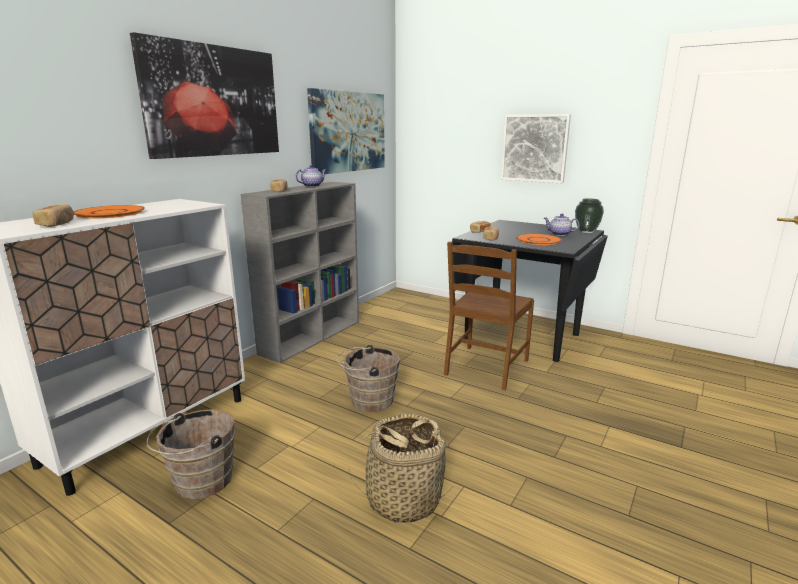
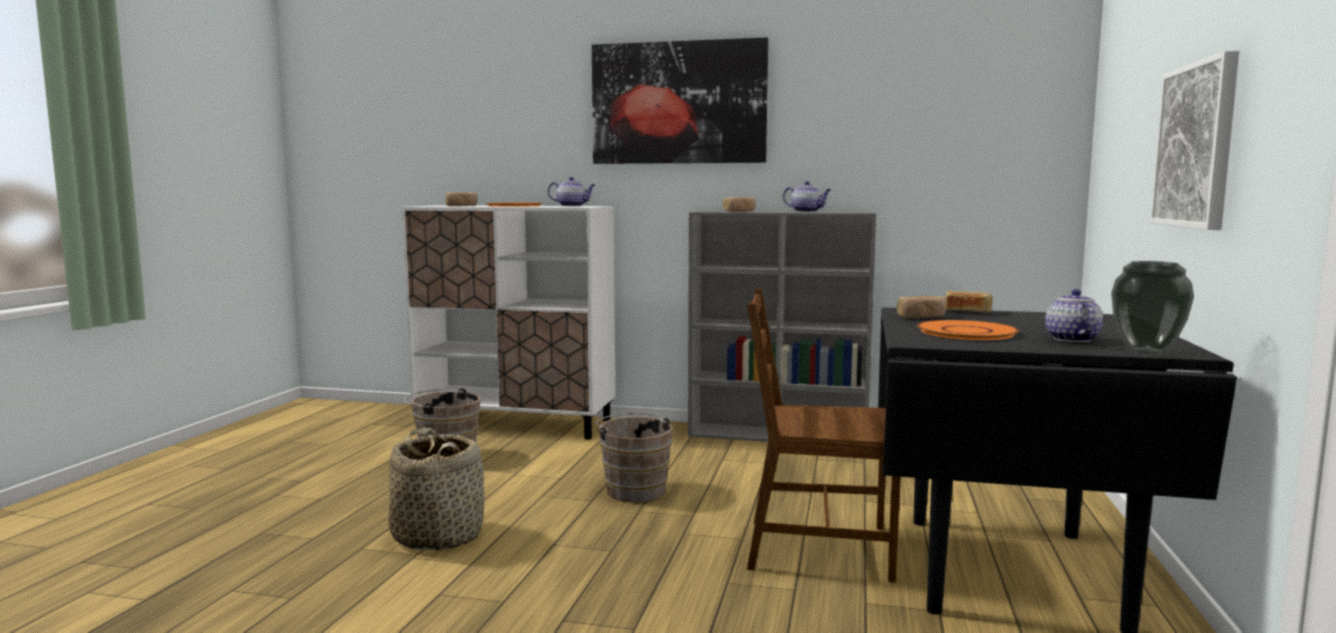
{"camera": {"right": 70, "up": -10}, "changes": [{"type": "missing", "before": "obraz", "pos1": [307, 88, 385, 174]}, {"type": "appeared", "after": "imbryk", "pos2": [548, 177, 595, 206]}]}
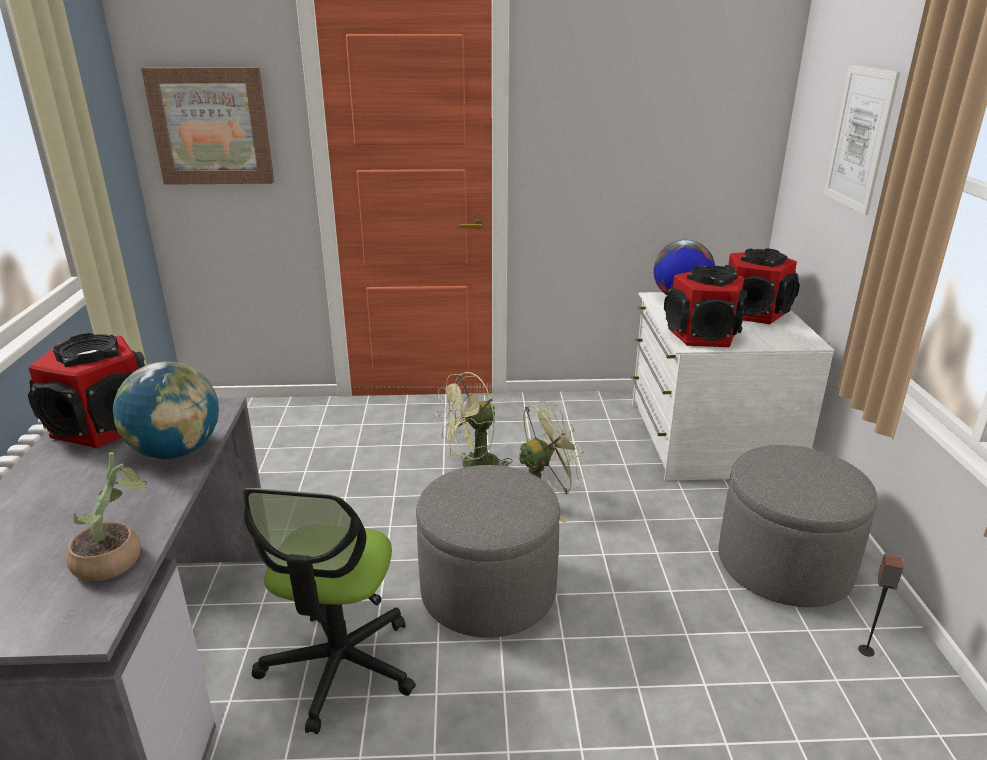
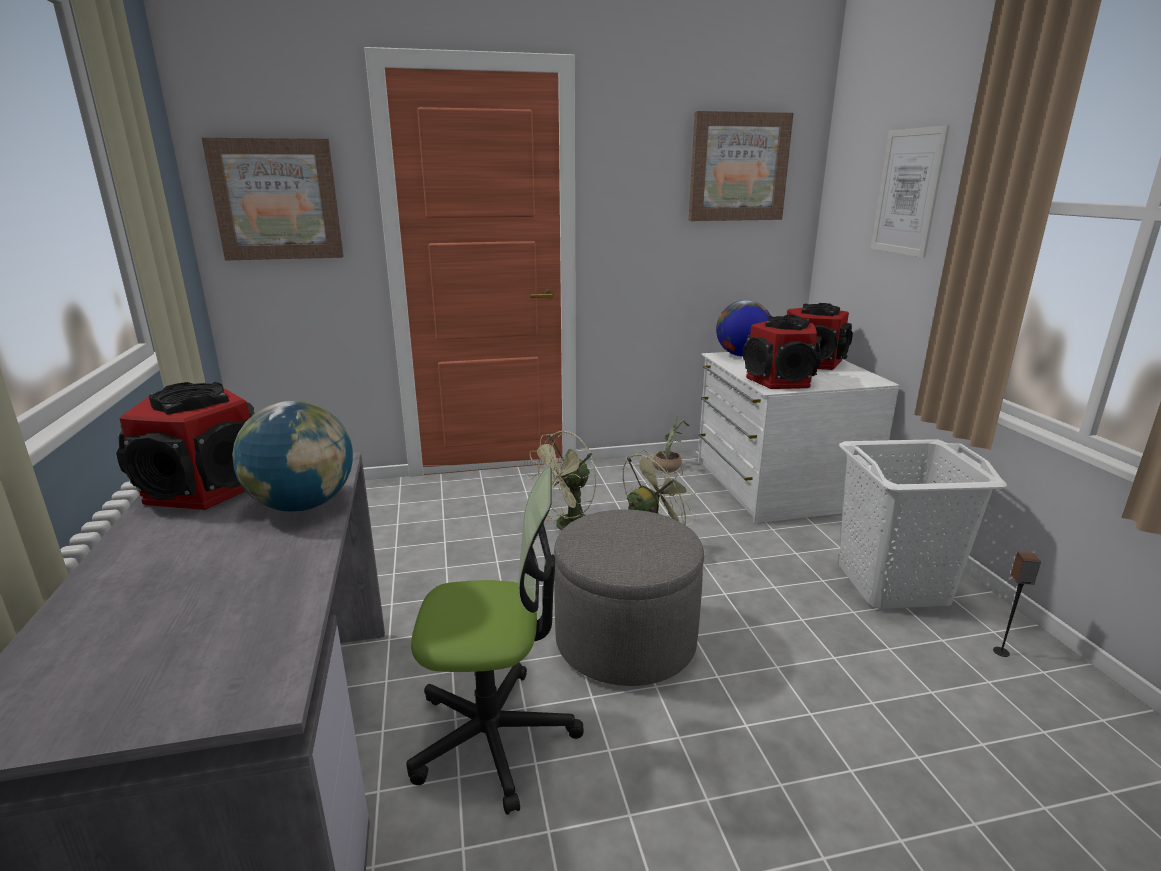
{"camera": {"right": -10, "up": -5}, "changes": [{"type": "exchanged", "before": "pufa/szary", "after": "kosz na pranie/biały", "pos1": [718, 445, 878, 607], "pos2": [839, 439, 1007, 609]}, {"type": "relocated", "before": "roślina doniczkowa", "pos1": [66, 452, 147, 581], "pos2": [653, 416, 689, 472]}, {"type": "spun", "before": "krzesło biurowe", "pos1": [242, 488, 416, 734], "pos2": [406, 468, 584, 815], "turn": -90}, {"type": "appeared", "after": "obraz", "pos2": [689, 111, 793, 221]}]}
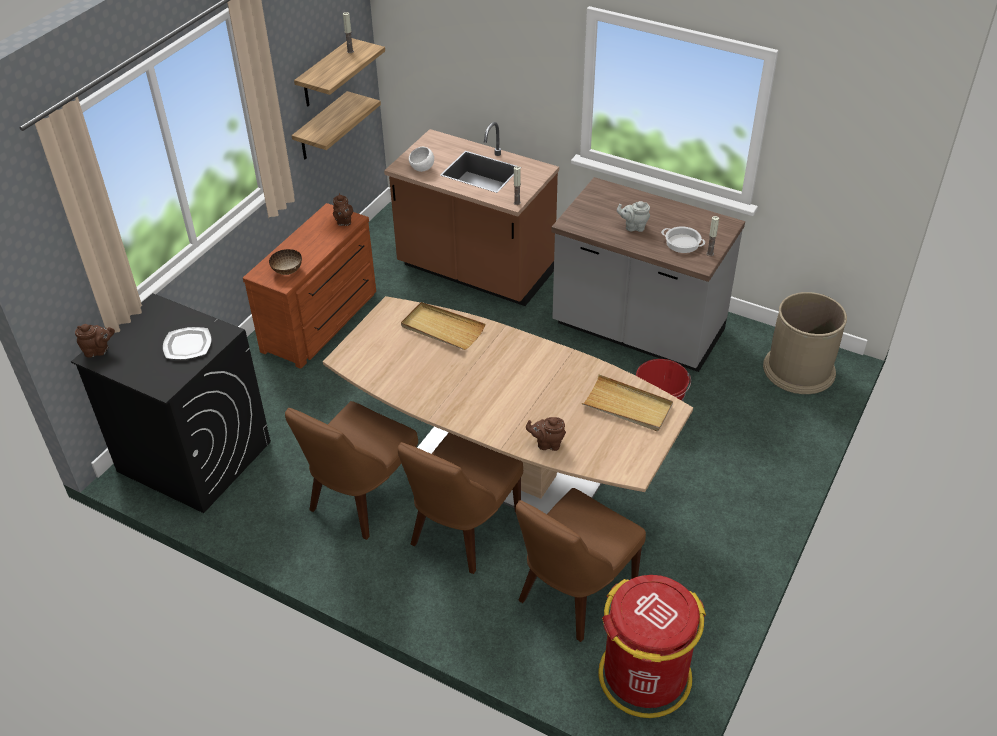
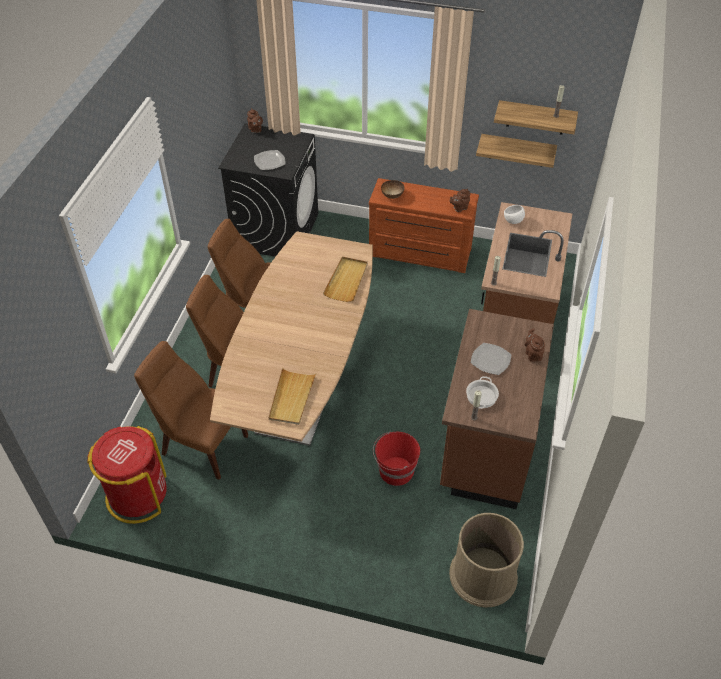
{"camera": {"right": 75, "up": 5}, "changes": [{"type": "colour", "before": "zabudowa kuchenna/szary", "after": "zabudowa kuchenna/brązowy", "pos1": [551, 177, 745, 372], "pos2": [440, 309, 554, 509]}, {"type": "exchanged", "before": "imbryk/szary", "after": "talerz", "pos1": [617, 201, 650, 232], "pos2": [471, 343, 512, 375]}, {"type": "relocated", "before": "imbryk/brązowy", "pos1": [526, 417, 566, 451], "pos2": [525, 328, 545, 362]}]}
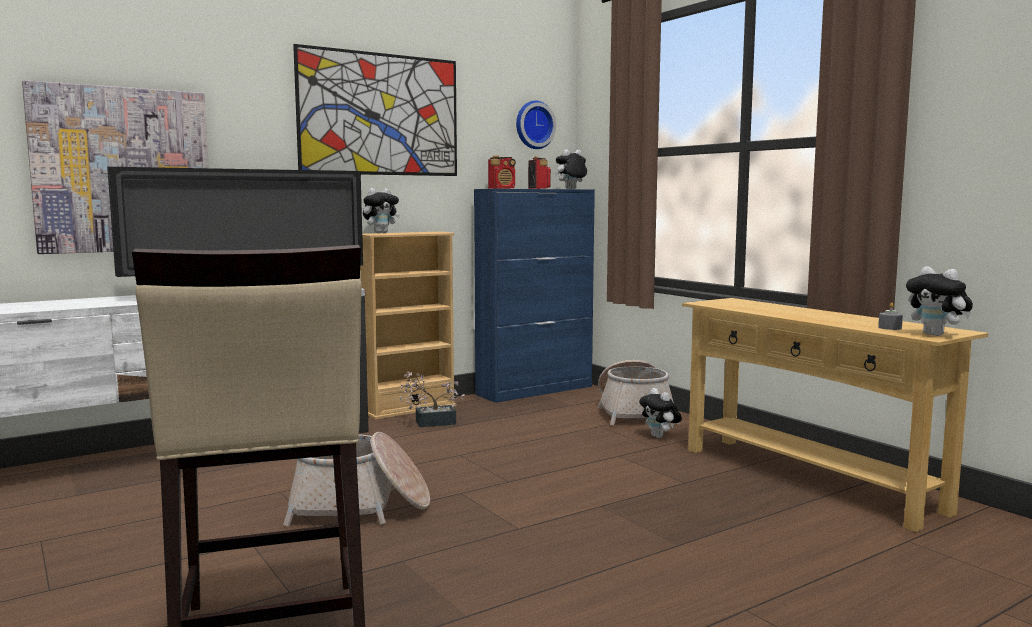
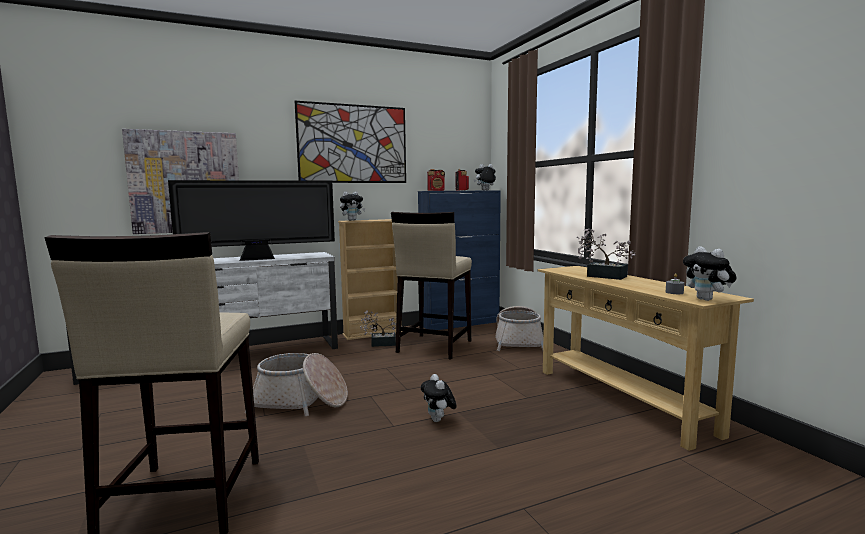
{"camera": {"right": 10, "up": 0}, "changes": [{"type": "missing", "before": "zegar ścienny", "pos1": [516, 101, 556, 149]}, {"type": "relocated", "before": "pluszak", "pos1": [639, 388, 682, 438], "pos2": [421, 374, 457, 422]}, {"type": "appeared", "after": "stołek/beżowy", "pos2": [391, 212, 472, 360]}, {"type": "appeared", "after": "roślina doniczkowa", "pos2": [577, 228, 636, 280]}]}
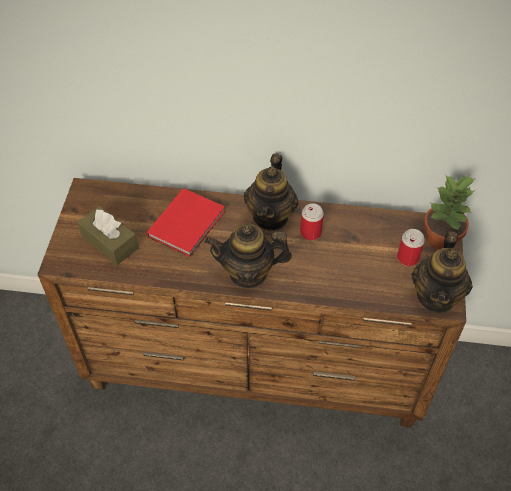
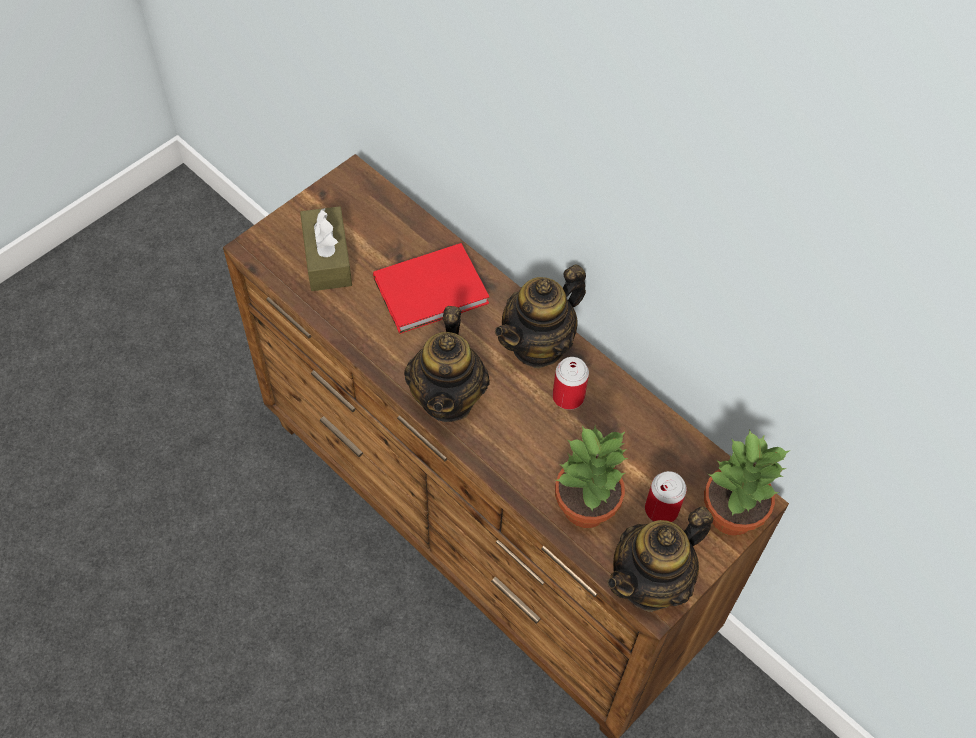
{"camera": {"right": 35, "up": 5}, "changes": [{"type": "spun", "before": "imbryk", "pos1": [205, 224, 292, 289], "pos2": [404, 306, 490, 422], "turn": -120}, {"type": "appeared", "after": "roślina doniczkowa", "pos2": [555, 425, 628, 528]}]}
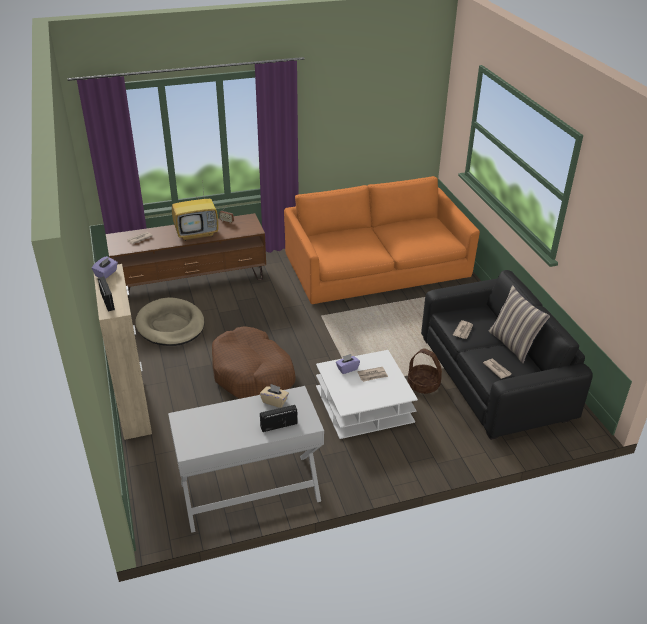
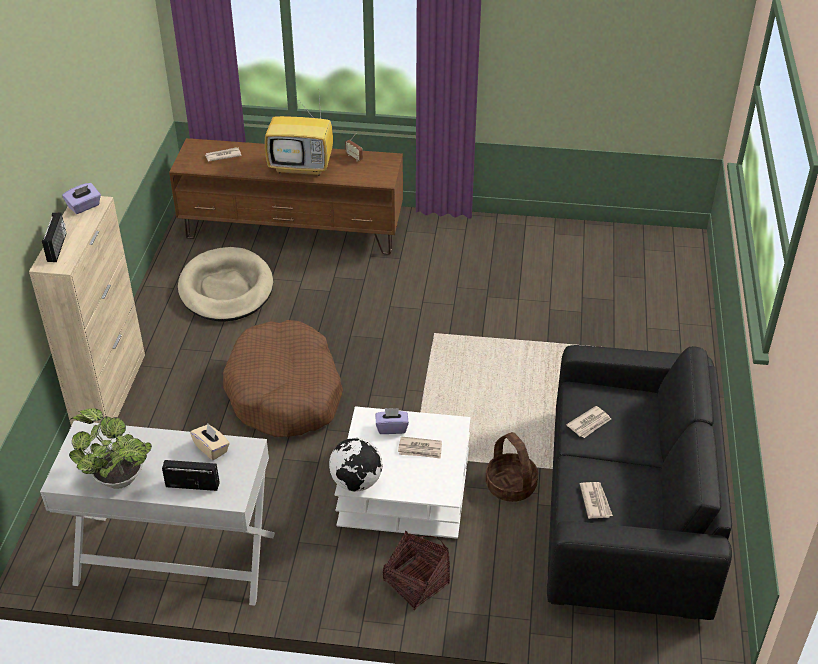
{"camera": {"right": 25, "up": 5}, "changes": [{"type": "missing", "before": "kanapa/pomarańczowy", "pos1": [284, 176, 480, 304]}, {"type": "missing", "before": "poduszka", "pos1": [489, 285, 550, 363]}, {"type": "appeared", "after": "roślina doniczkowa", "pos2": [69, 409, 152, 489]}, {"type": "appeared", "after": "globus", "pos2": [329, 438, 383, 492]}, {"type": "appeared", "after": "koszyk", "pos2": [383, 531, 450, 610]}]}
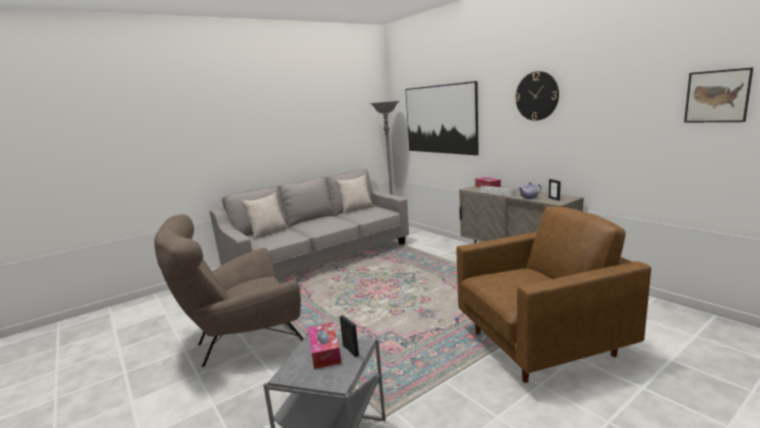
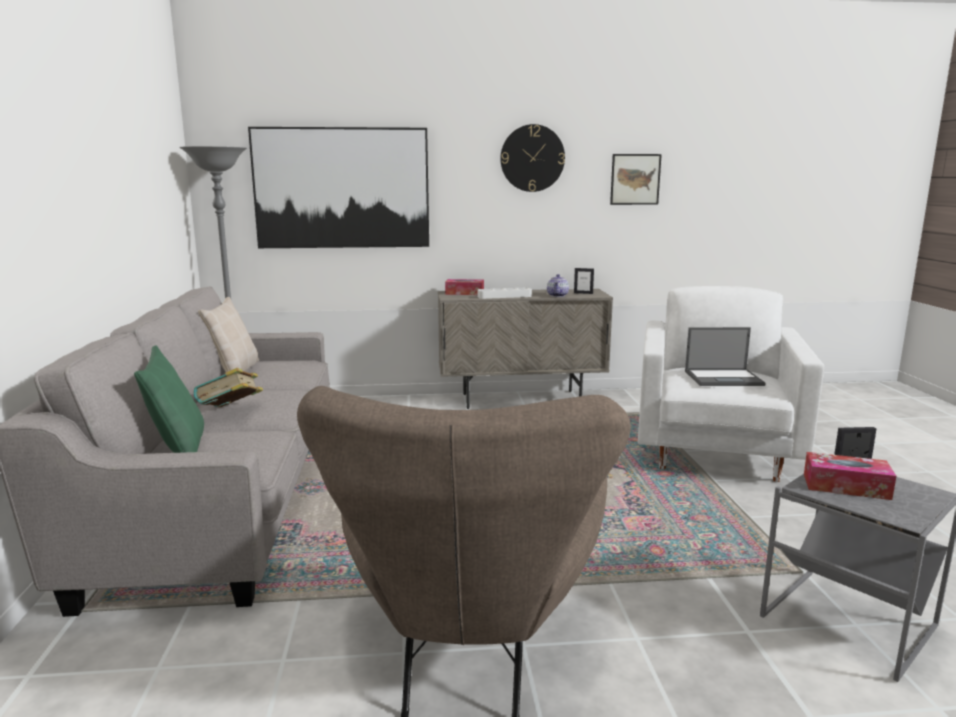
{"camera": {"right": -60, "up": 0}, "changes": [{"type": "relocated", "before": "obraz", "pos1": [684, 68, 753, 123], "pos2": [610, 154, 662, 205]}, {"type": "colour", "before": "poduszka/beżowy", "after": "poduszka/zielony", "pos1": [241, 192, 288, 239], "pos2": [134, 345, 204, 453]}, {"type": "colour", "before": "fotel/brązowy", "after": "fotel/biały", "pos1": [457, 206, 651, 383], "pos2": [638, 286, 824, 482]}, {"type": "appeared", "after": "laptop", "pos2": [685, 327, 765, 386]}, {"type": "appeared", "after": "książka", "pos2": [194, 368, 263, 407]}]}
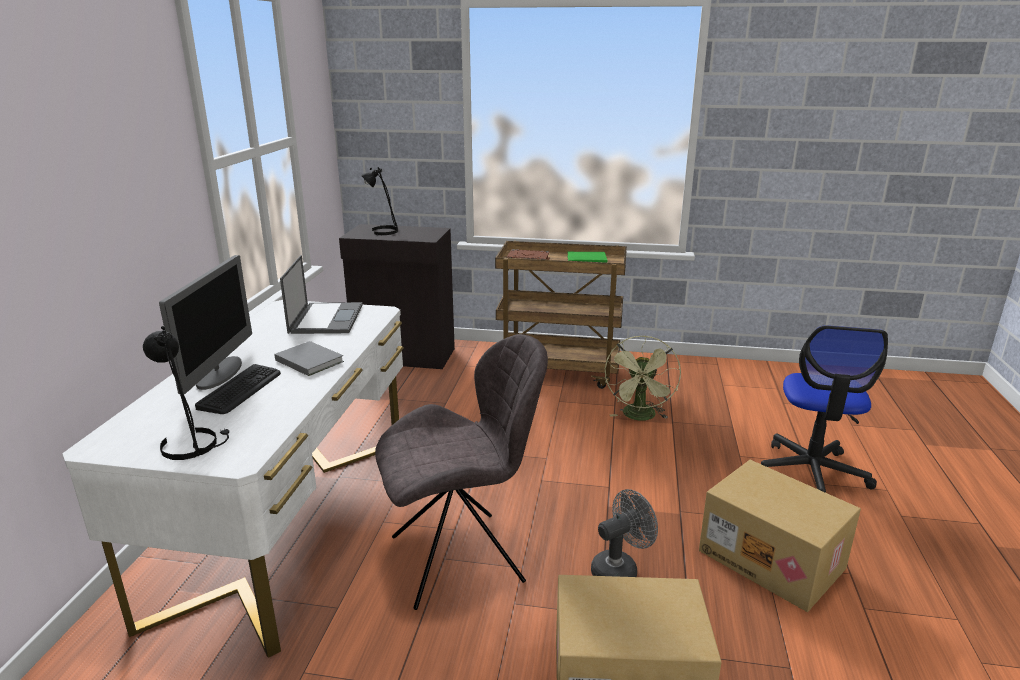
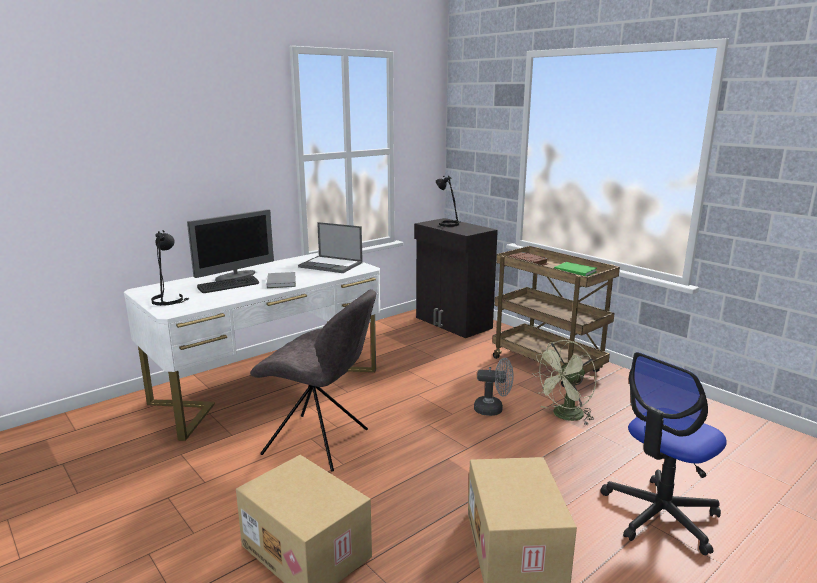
{"camera": {"right": 40, "up": -5}, "changes": [{"type": "spun", "before": "laptop", "pos1": [280, 255, 363, 334], "pos2": [298, 222, 363, 273], "turn": 75}, {"type": "relocated", "before": "wentylator/szary", "pos1": [591, 489, 658, 577], "pos2": [474, 358, 514, 416]}]}
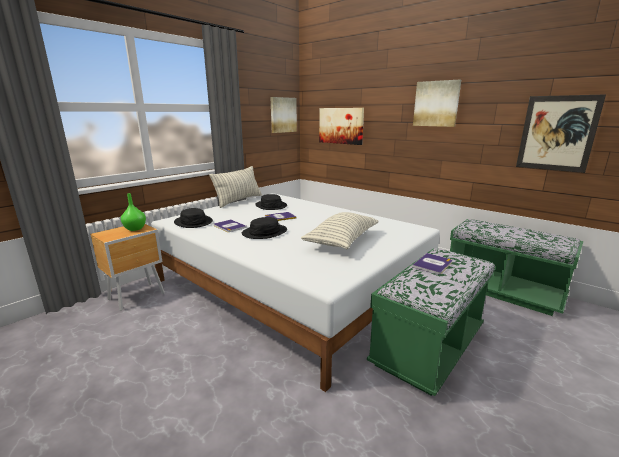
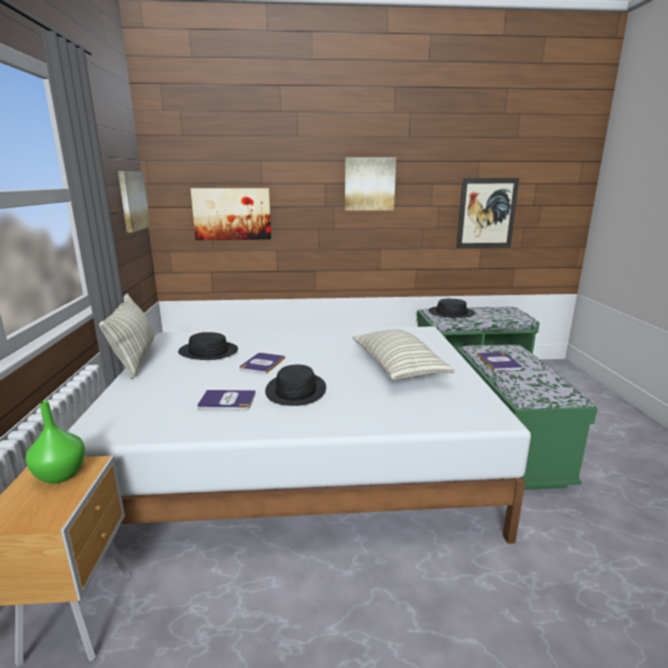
{"camera": {"right": -45, "up": 0}, "changes": [{"type": "relocated", "before": "kapelusz/czarny", "pos1": [174, 208, 213, 228], "pos2": [429, 299, 475, 318]}]}
